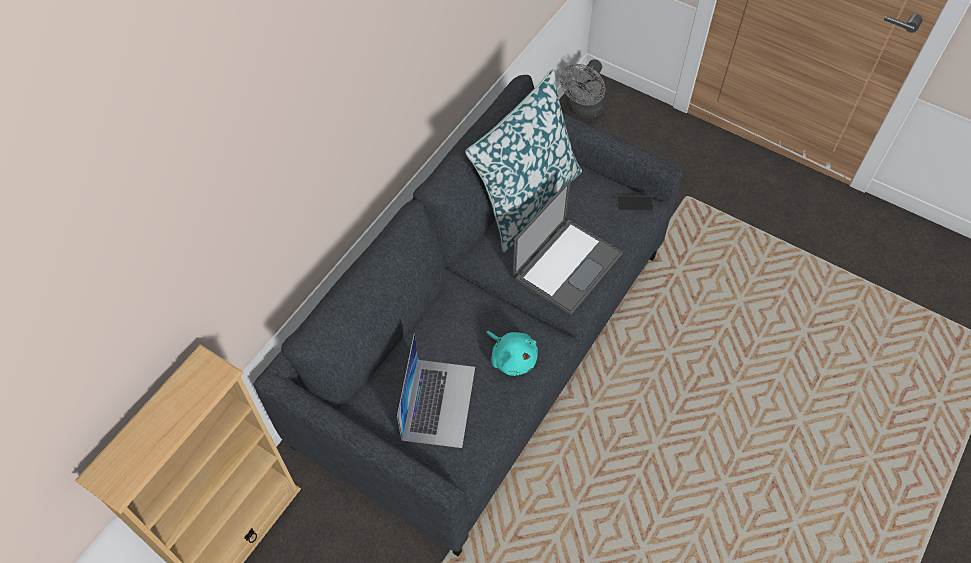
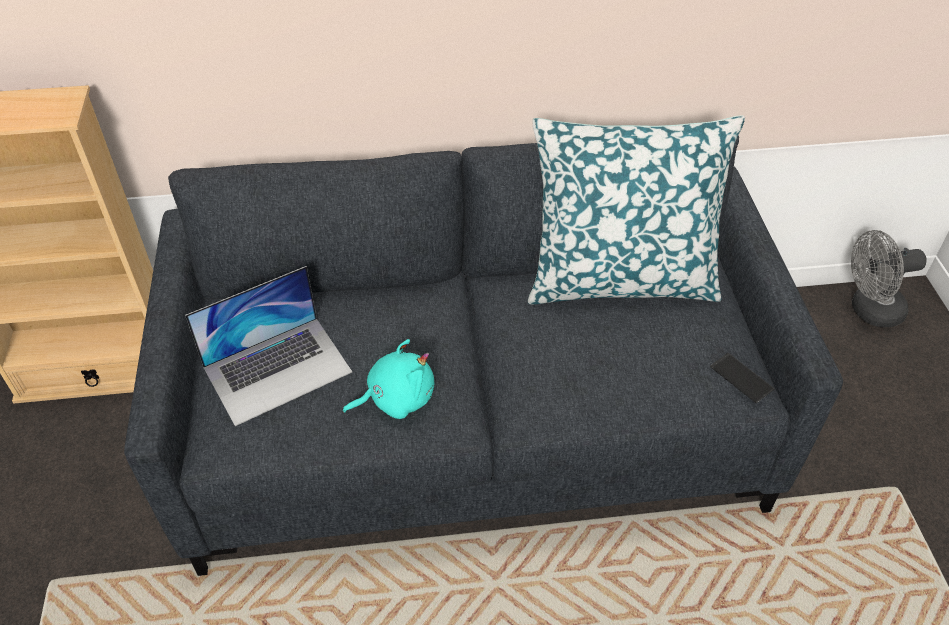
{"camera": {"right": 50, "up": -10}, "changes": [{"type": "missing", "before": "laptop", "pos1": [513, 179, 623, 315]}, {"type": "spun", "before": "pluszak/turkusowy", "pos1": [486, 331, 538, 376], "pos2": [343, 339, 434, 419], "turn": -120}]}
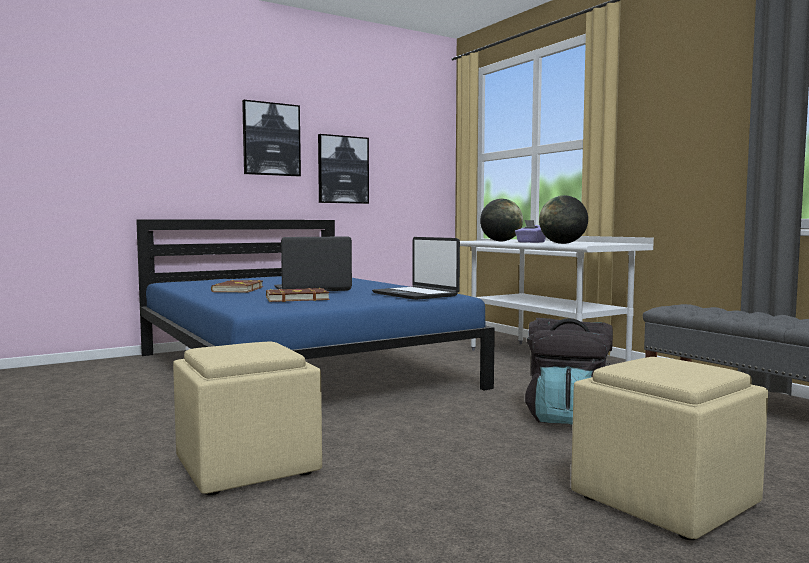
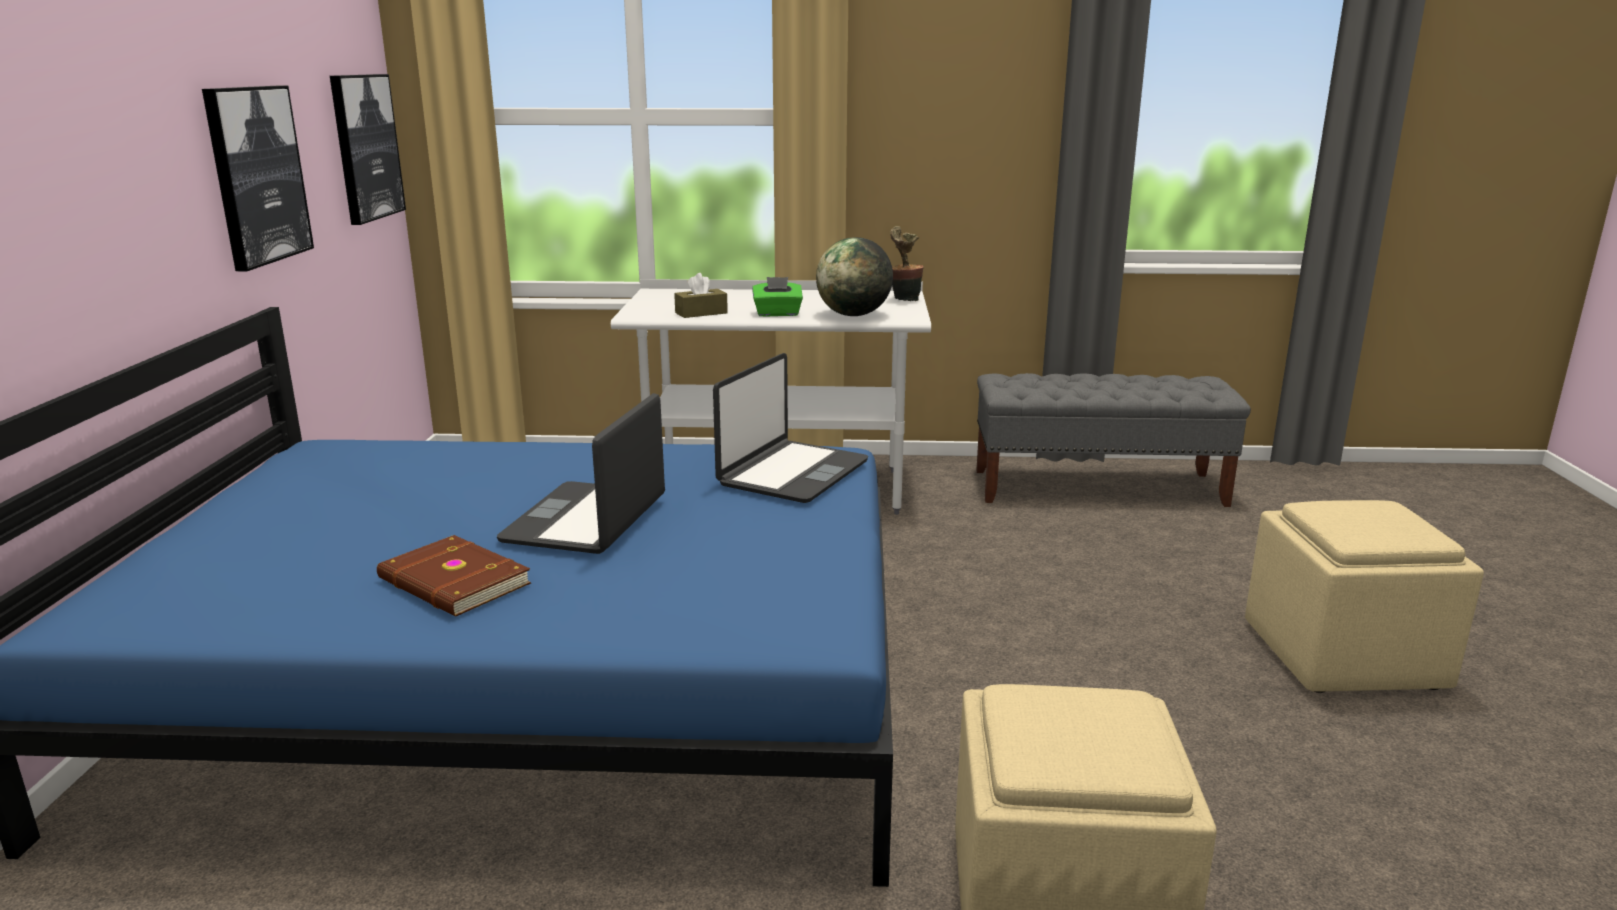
{"camera": {"right": -55, "up": 15}, "changes": [{"type": "relocated", "before": "obraz", "pos1": [242, 100, 301, 176], "pos2": [330, 74, 406, 225]}, {"type": "exchanged", "before": "globus", "after": "pudełko chusteczek/brązowy", "pos1": [480, 199, 523, 241], "pos2": [674, 273, 728, 318]}, {"type": "colour", "before": "pudełko chusteczek/fioletowy", "after": "pudełko chusteczek/zielony", "pos1": [515, 220, 546, 243], "pos2": [752, 277, 803, 317]}, {"type": "spun", "before": "laptop", "pos1": [372, 237, 460, 300], "pos2": [713, 353, 868, 503], "turn": -60}, {"type": "missing", "before": "książka/brązowy", "pos1": [266, 288, 330, 302]}, {"type": "missing", "before": "plecak/czarny", "pos1": [525, 318, 613, 425]}, {"type": "appeared", "after": "roślina doniczkowa", "pos2": [890, 226, 924, 301]}]}
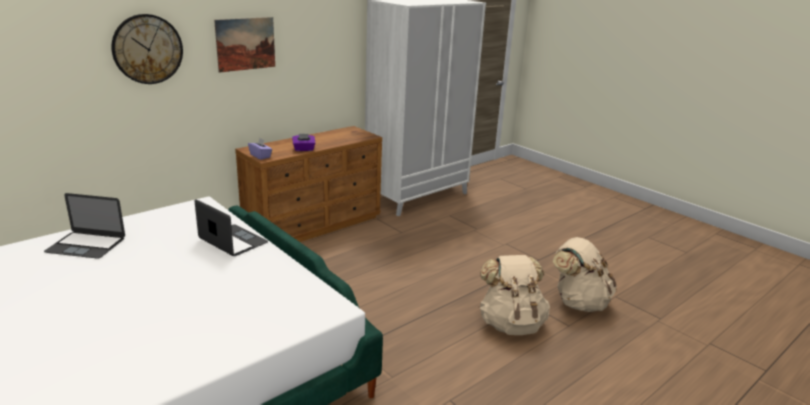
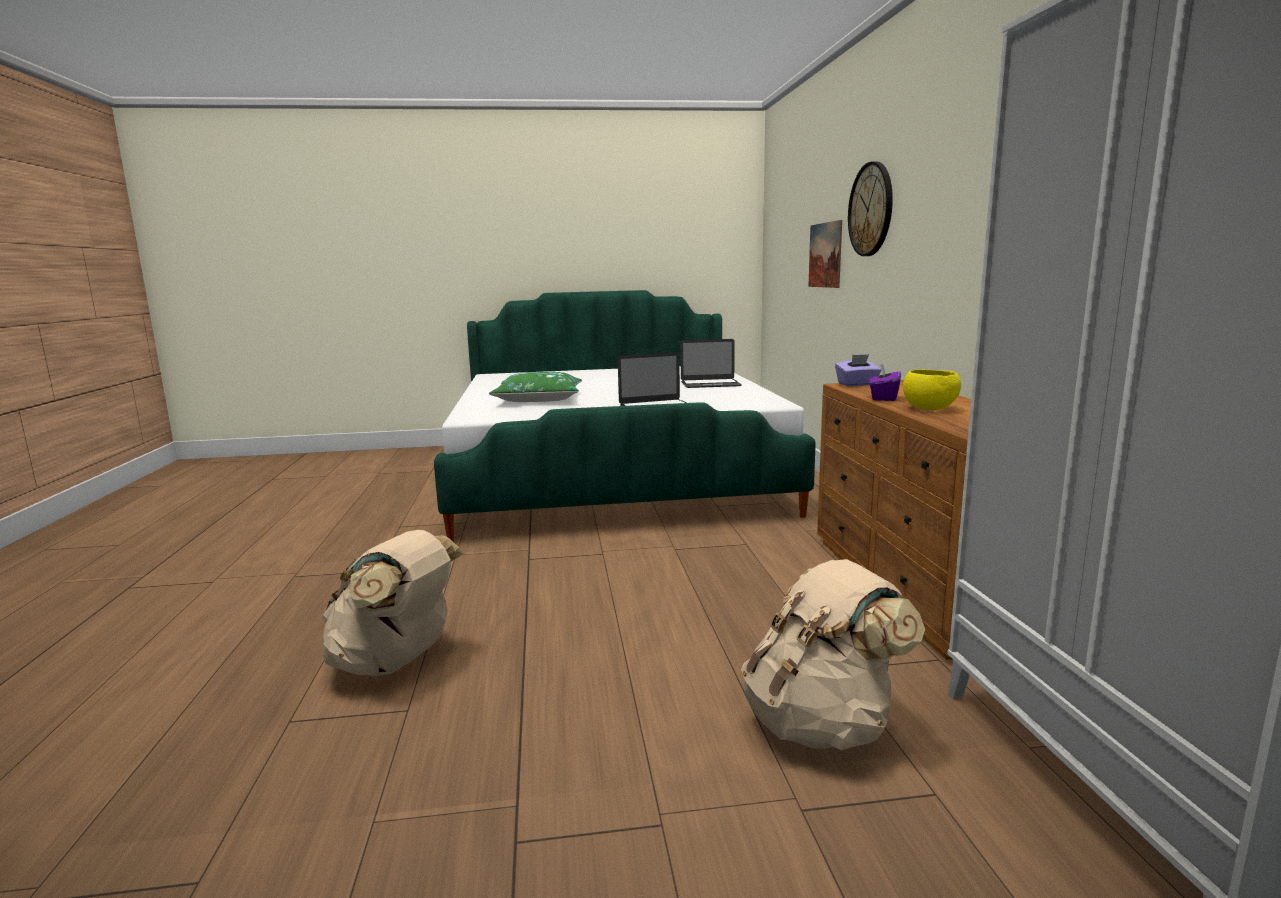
{"camera": {"right": 125, "up": -10}, "changes": [{"type": "relocated", "before": "obraz", "pos1": [214, 17, 275, 73], "pos2": [808, 220, 842, 288]}, {"type": "spun", "before": "laptop", "pos1": [44, 193, 125, 259], "pos2": [680, 339, 742, 388], "turn": -135}, {"type": "relocated", "before": "plecak/beżowy", "pos1": [553, 237, 617, 312], "pos2": [741, 559, 925, 750]}, {"type": "appeared", "after": "miska/żółty", "pos2": [903, 369, 961, 410]}, {"type": "appeared", "after": "poduszka/zielony", "pos2": [489, 372, 582, 402]}]}
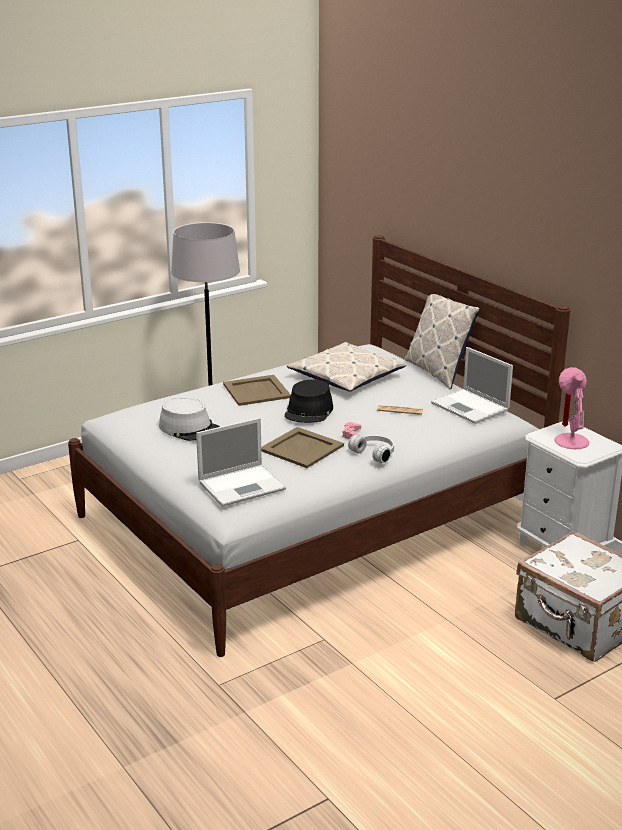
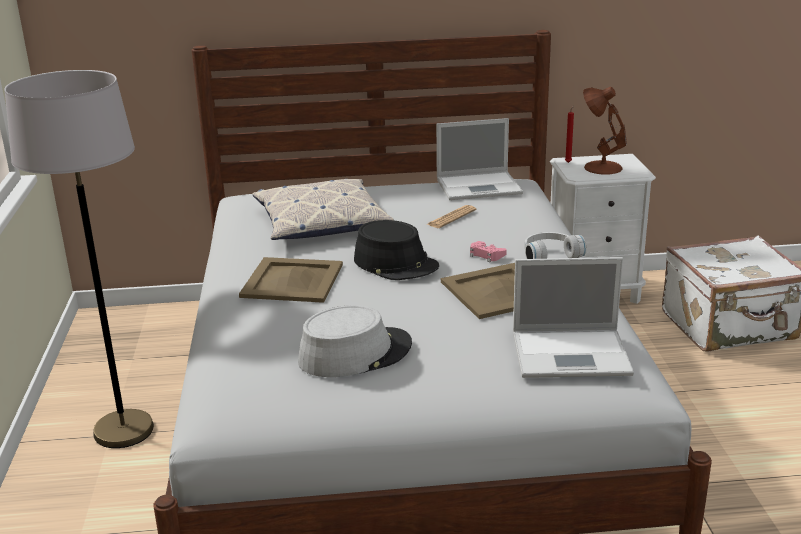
{"camera": {"right": -60, "up": 0}, "changes": [{"type": "missing", "before": "poduszka", "pos1": [405, 294, 480, 389]}, {"type": "colour", "before": "lampa stołowa/różowy", "after": "lampa stołowa/brązowy", "pos1": [554, 367, 589, 449], "pos2": [583, 87, 627, 175]}, {"type": "spun", "before": "laptop", "pos1": [196, 418, 286, 507], "pos2": [513, 257, 634, 378], "turn": 90}]}
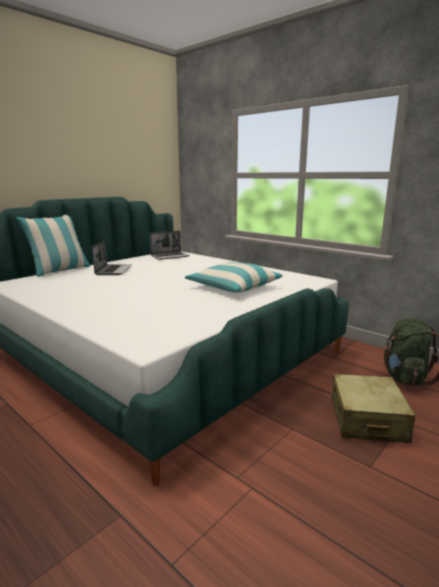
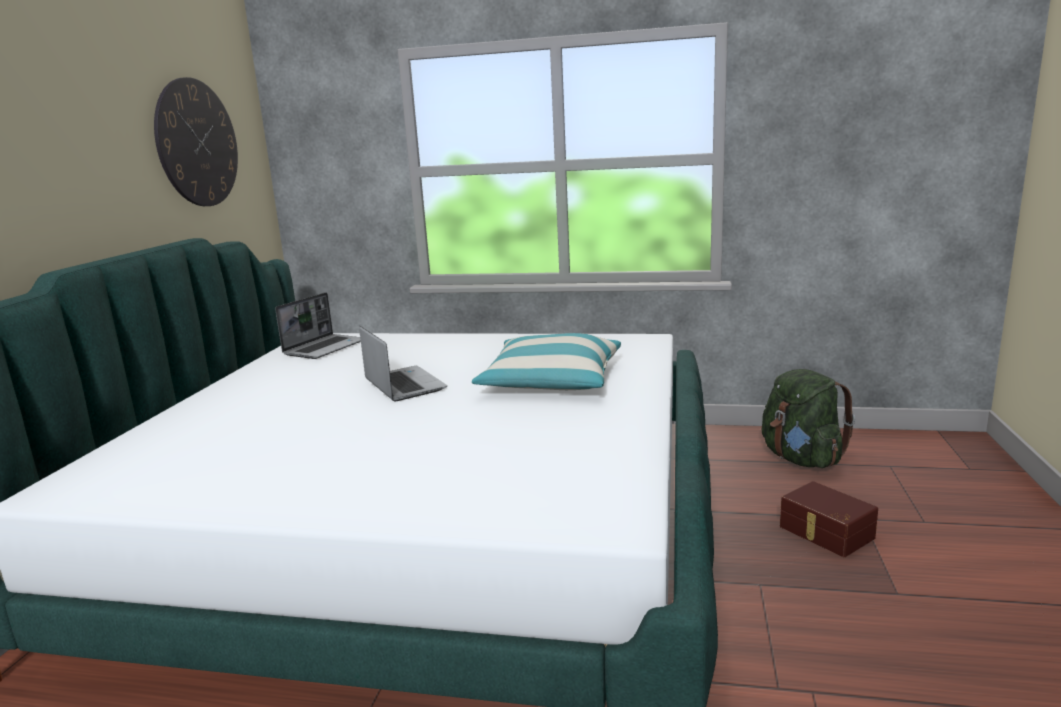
{"camera": {"right": -30, "up": 0}, "changes": [{"type": "missing", "before": "poduszka", "pos1": [16, 215, 91, 277]}, {"type": "relocated", "before": "laptop", "pos1": [92, 240, 132, 275], "pos2": [359, 326, 447, 402]}, {"type": "exchanged", "before": "walizka/beżowy", "after": "pojemnik do przechowywania/brązowy", "pos1": [332, 374, 416, 443], "pos2": [780, 481, 878, 557]}, {"type": "appeared", "after": "zegar ścienny", "pos2": [154, 77, 238, 206]}]}
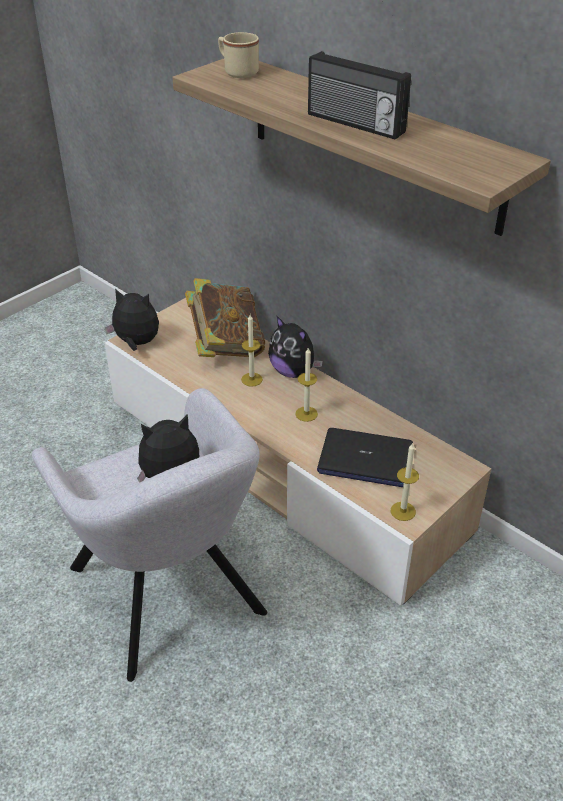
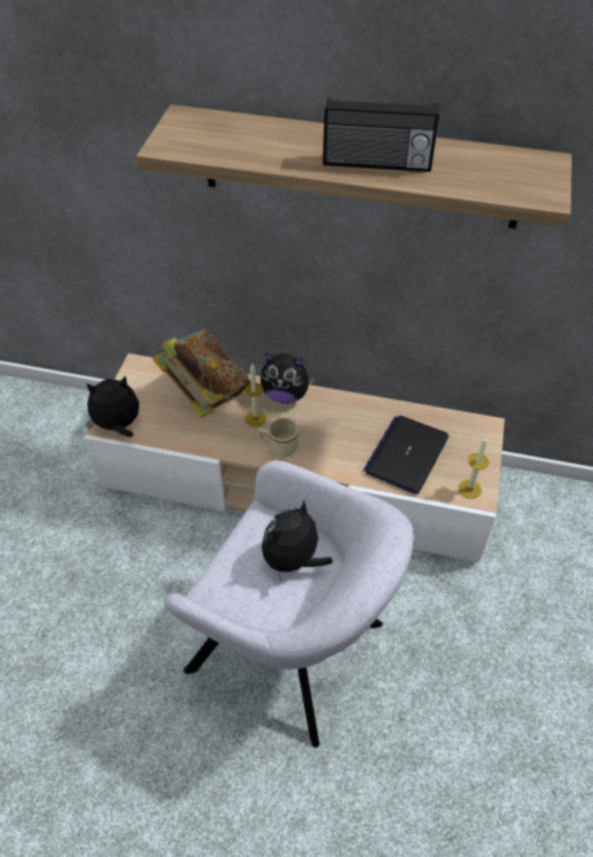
{"camera": {"right": -30, "up": 10}, "changes": [{"type": "relocated", "before": "kubek/beżowy", "pos1": [218, 32, 259, 78], "pos2": [259, 418, 299, 457]}, {"type": "missing", "before": "świeca", "pos1": [295, 348, 318, 422]}, {"type": "spun", "before": "laptop", "pos1": [317, 428, 413, 487], "pos2": [363, 415, 449, 495], "turn": 135}]}
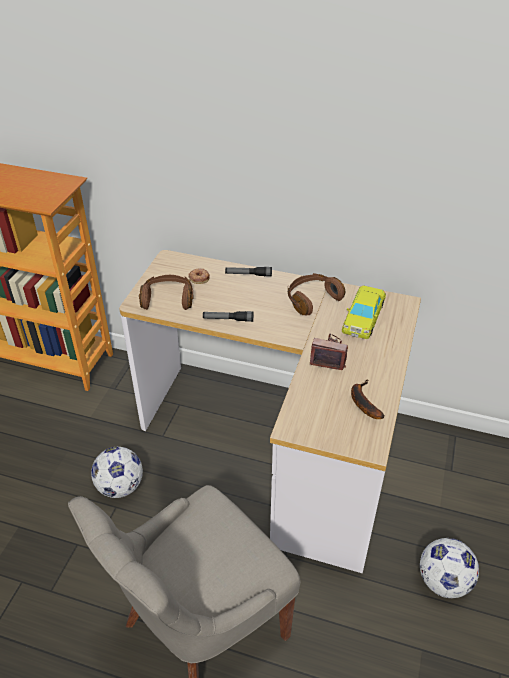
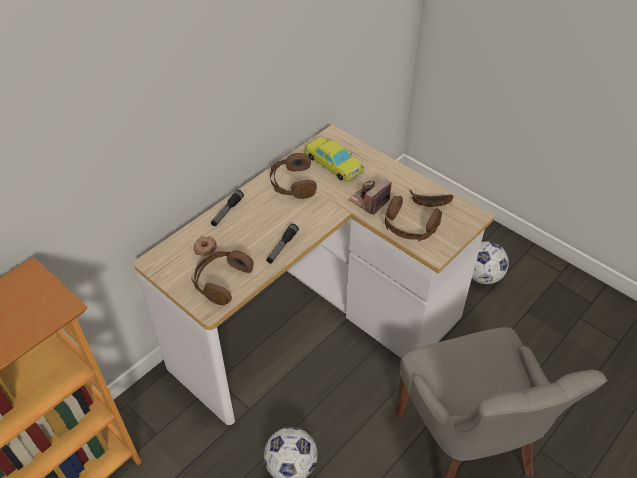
{"camera": {"right": -65, "up": 5}, "changes": [{"type": "appeared", "after": "słuchawki/brązowy", "pos2": [385, 196, 442, 241]}]}
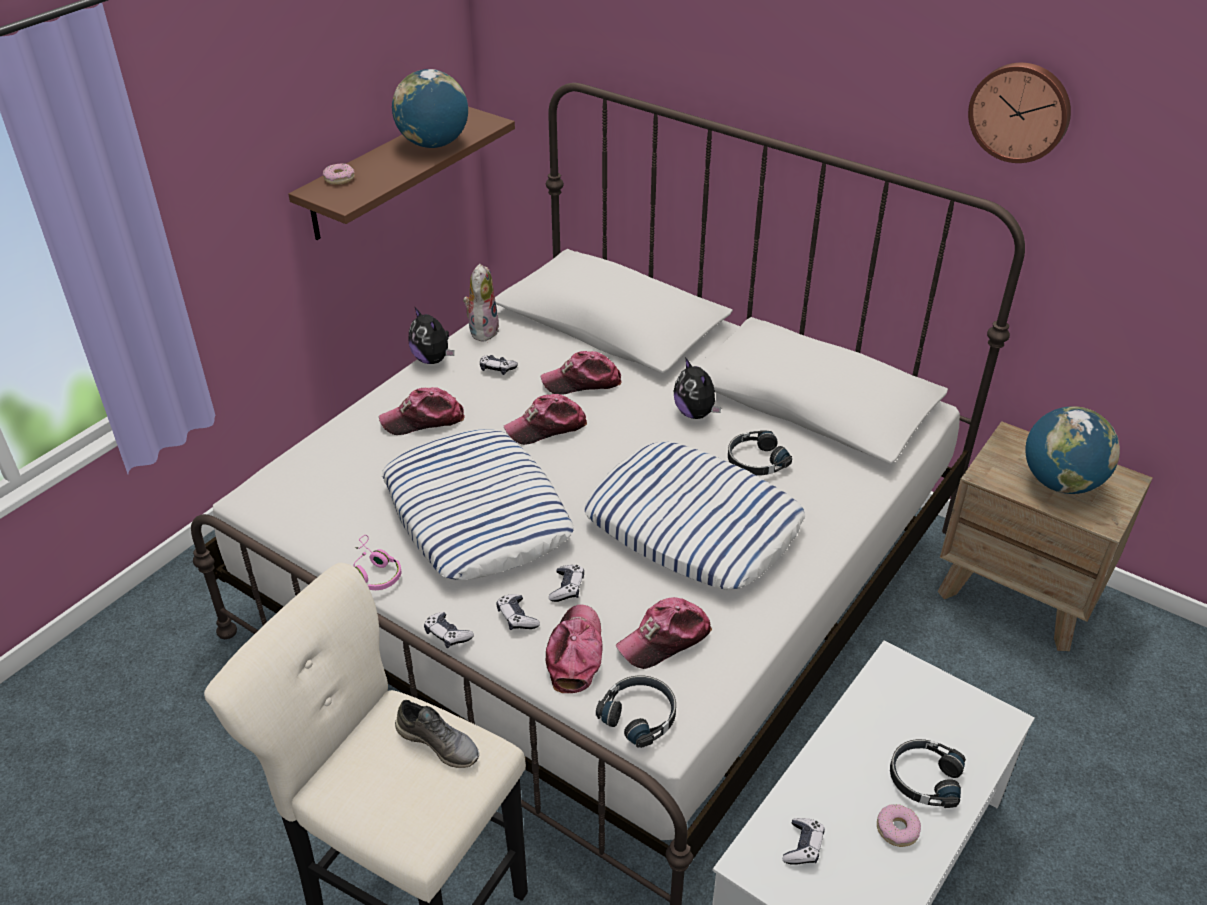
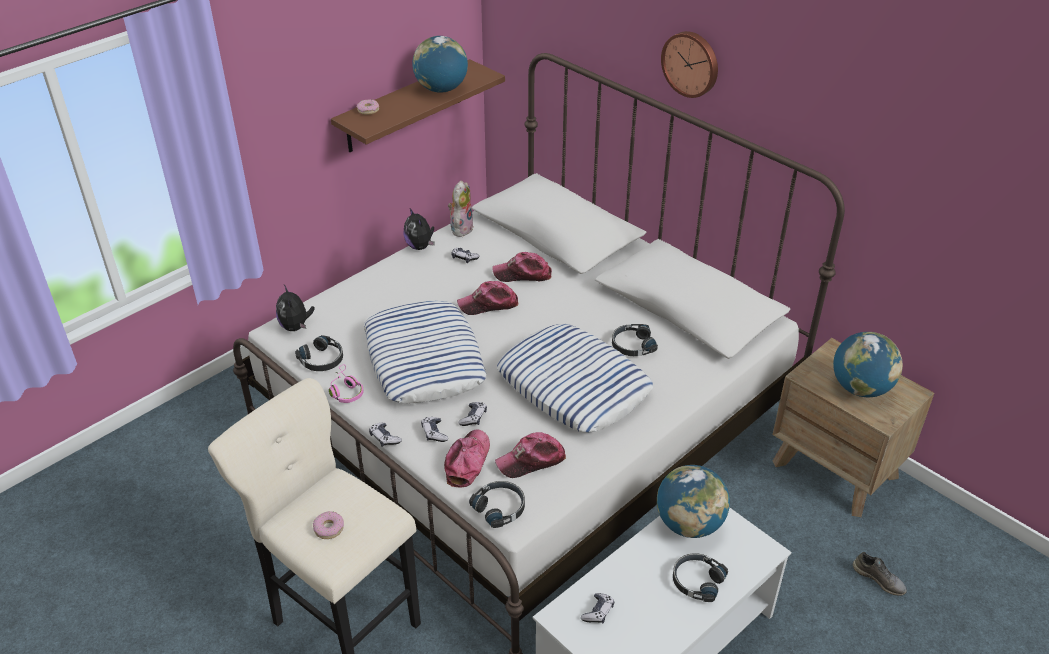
{"camera": {"right": 10, "up": 0}, "changes": [{"type": "relocated", "before": "zegar ścienny", "pos1": [968, 63, 1071, 163], "pos2": [661, 31, 718, 98]}, {"type": "relocated", "before": "pluszak", "pos1": [674, 357, 721, 419], "pos2": [276, 285, 315, 331]}, {"type": "missing", "before": "czapka z daszkiem", "pos1": [379, 387, 465, 435]}, {"type": "relocated", "before": "but/szary", "pos1": [395, 700, 479, 768], "pos2": [853, 552, 907, 596]}, {"type": "relocated", "before": "donut", "pos1": [877, 804, 921, 847], "pos2": [313, 511, 344, 539]}, {"type": "appeared", "after": "słuchawki/czarny", "pos2": [295, 335, 343, 371]}, {"type": "appeared", "after": "globus", "pos2": [657, 465, 730, 538]}]}
